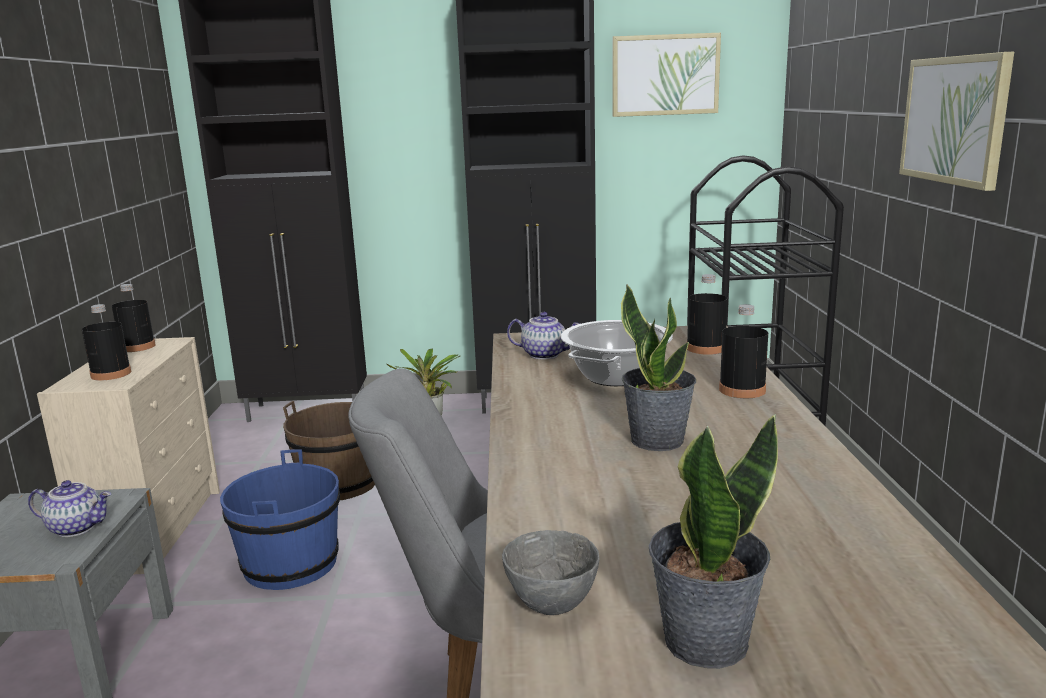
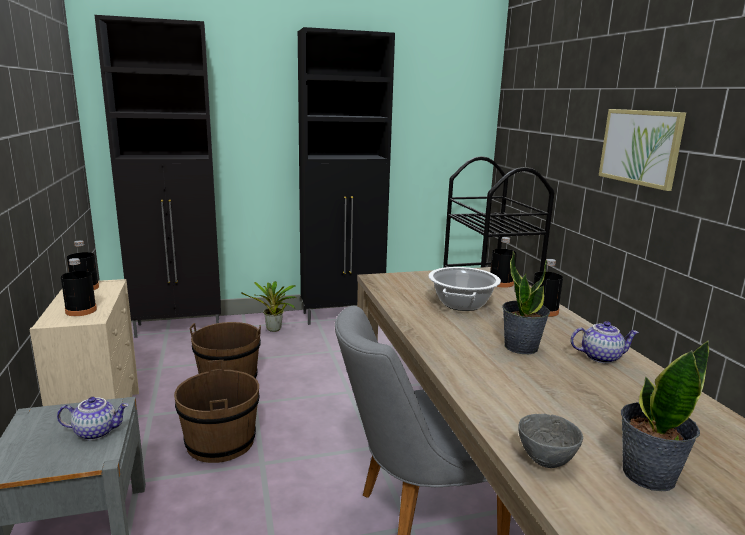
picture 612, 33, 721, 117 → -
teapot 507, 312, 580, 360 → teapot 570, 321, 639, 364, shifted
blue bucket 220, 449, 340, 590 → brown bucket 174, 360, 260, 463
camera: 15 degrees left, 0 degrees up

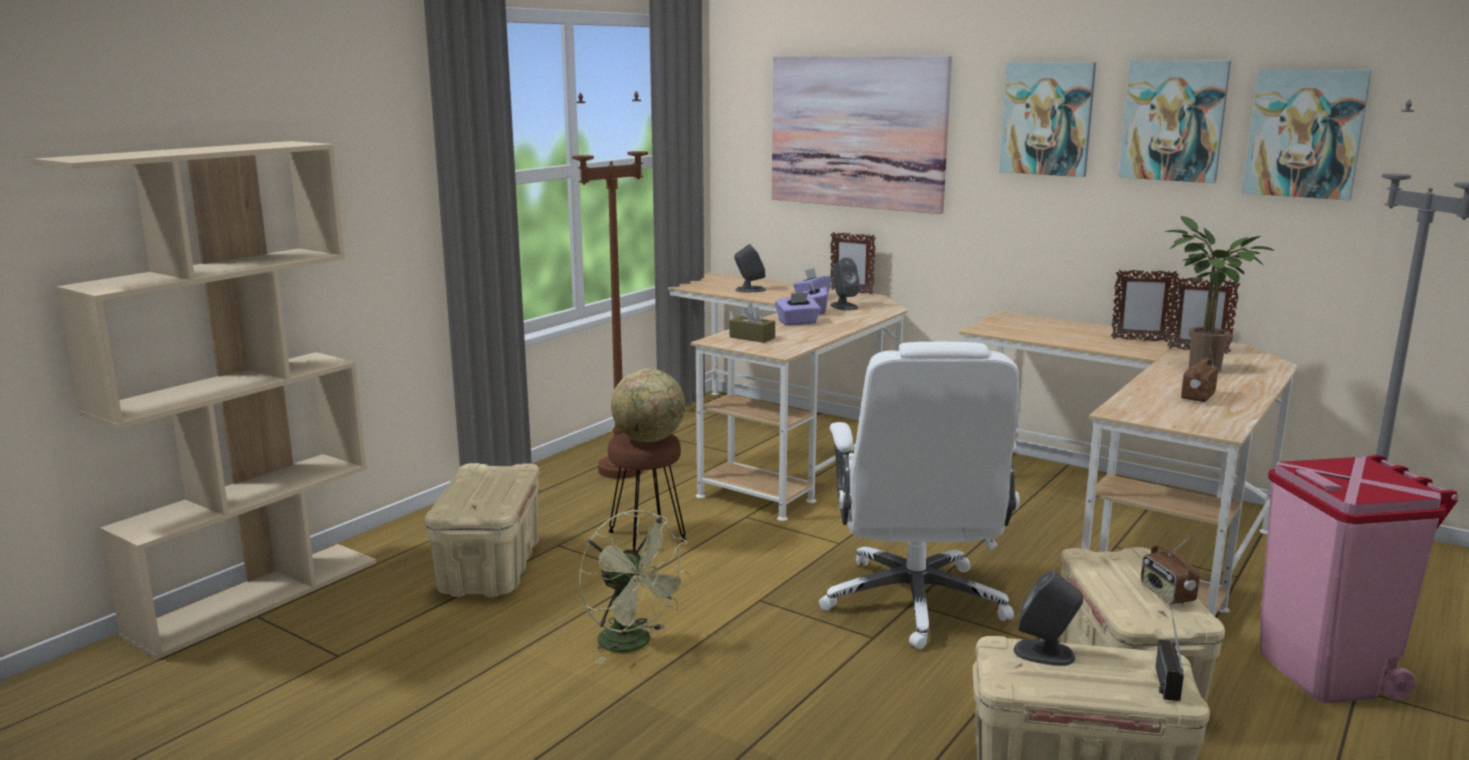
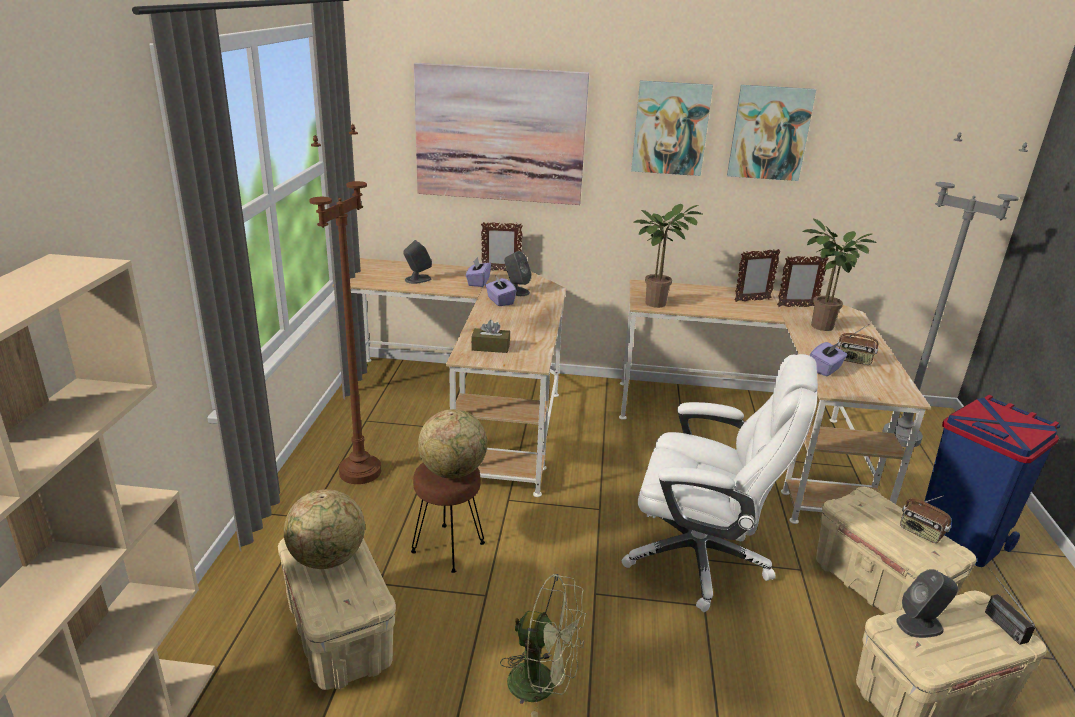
picture 1242, 70, 1372, 200 → -
purple tissue box 775, 293, 821, 326 → purple tissue box 810, 342, 847, 377, shifted
white office chair 819, 342, 1020, 649 → white office chair 622, 354, 818, 612, 45 degrees counterclockwise
radio 1181, 348, 1218, 403 → radio 837, 324, 879, 365, 75 degrees counterclockwise
pink trash can 1260, 455, 1458, 703 → blue trash can 924, 395, 1060, 567
- → potted plant 633, 204, 703, 308
- → globe 284, 489, 365, 569
camera: 30 degrees left, 10 degrees up

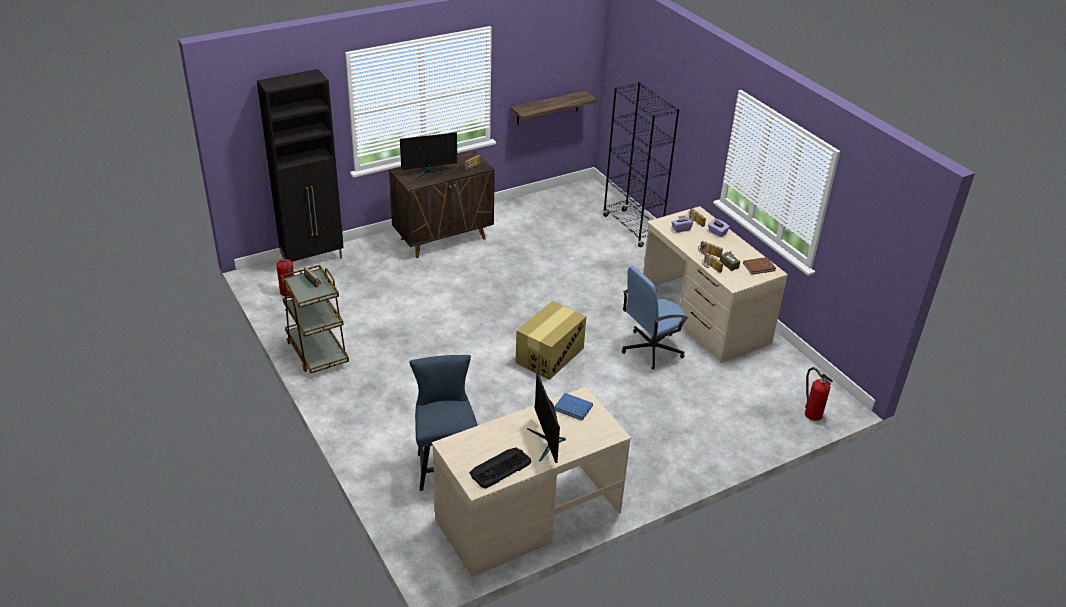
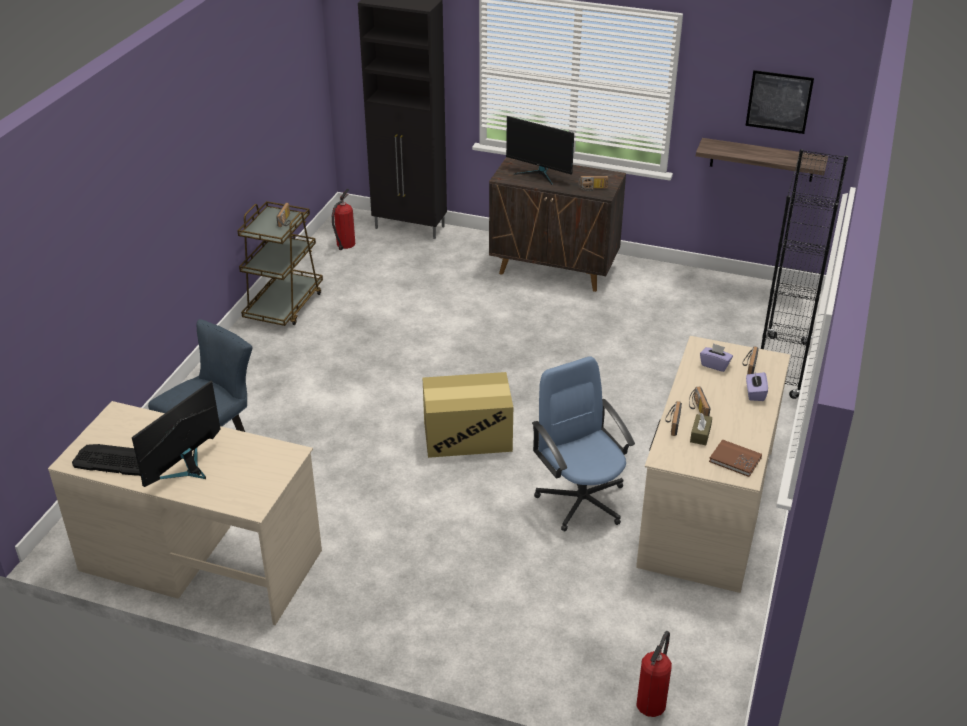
blue office chair 622, 266, 688, 370 → blue office chair 532, 356, 635, 532, 45 degrees clockwise
blue book 554, 393, 593, 421 → -
- → picture 745, 70, 814, 134
camera: 50 degrees right, 0 degrees up

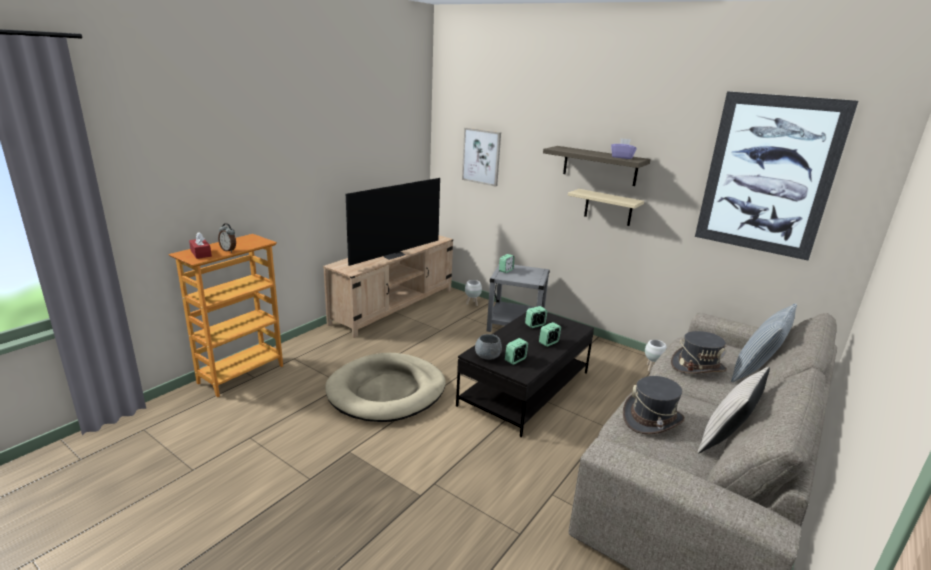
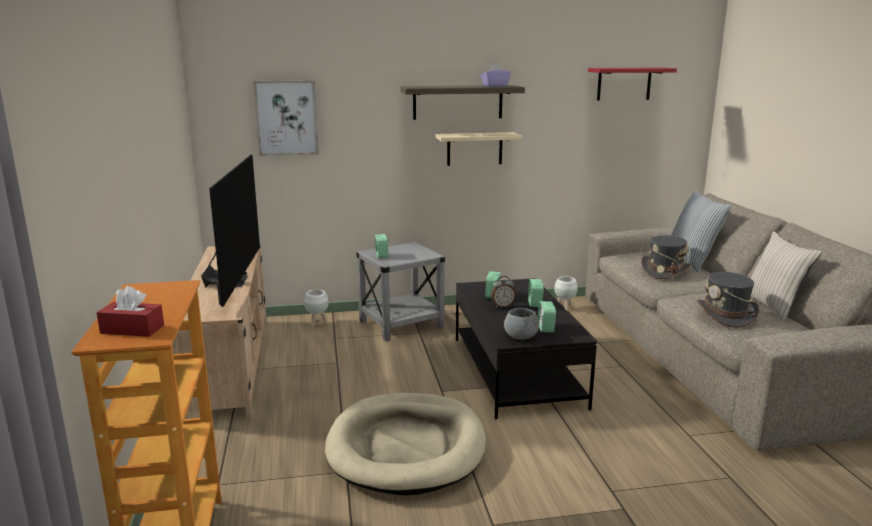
picture 695, 91, 858, 261 → red shelf 588, 68, 677, 100
alarm clock 218, 223, 236, 253 → alarm clock 491, 276, 516, 308, shifted
camera: 45 degrees left, 5 degrees down

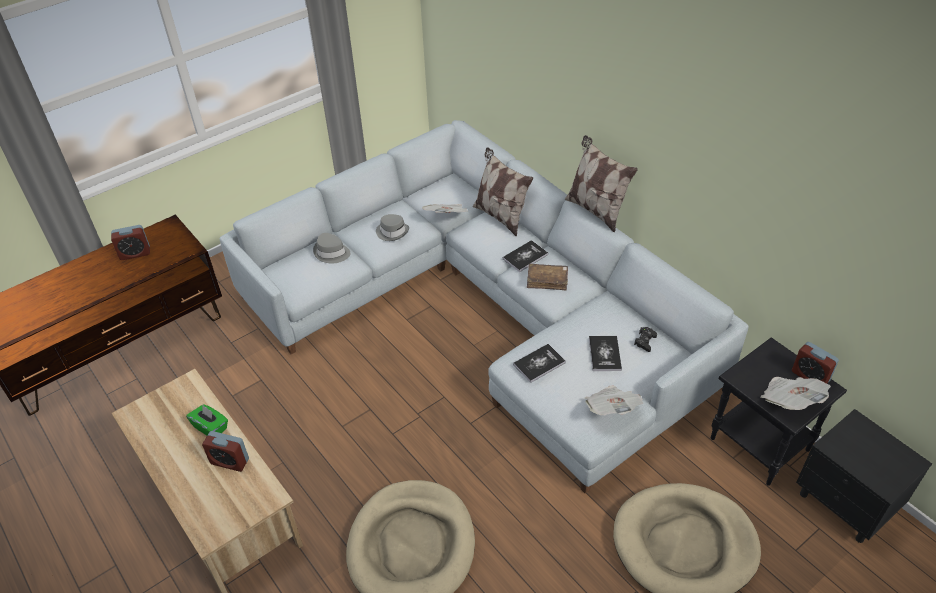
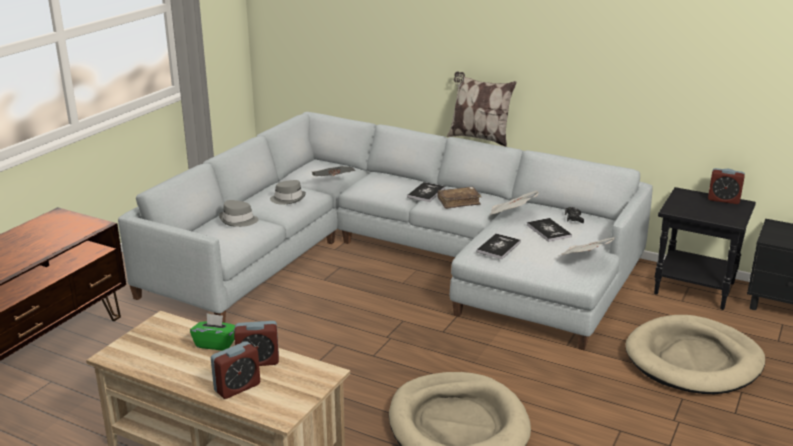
pillow 473, 147, 533, 237 → -
alarm clock 111, 225, 150, 260 → alarm clock 211, 342, 260, 399, shifted
newspaper 761, 377, 831, 410 → newspaper 490, 190, 539, 215, shifted
camera: 25 degrees left, 20 degrees down

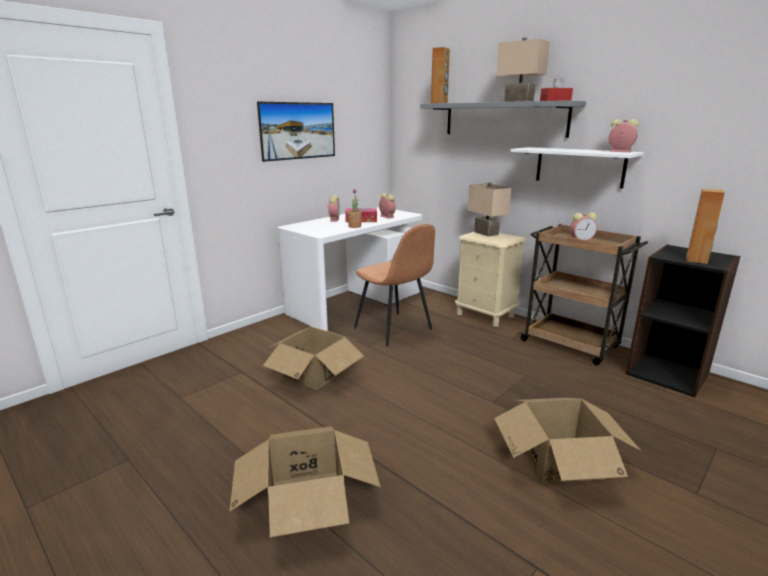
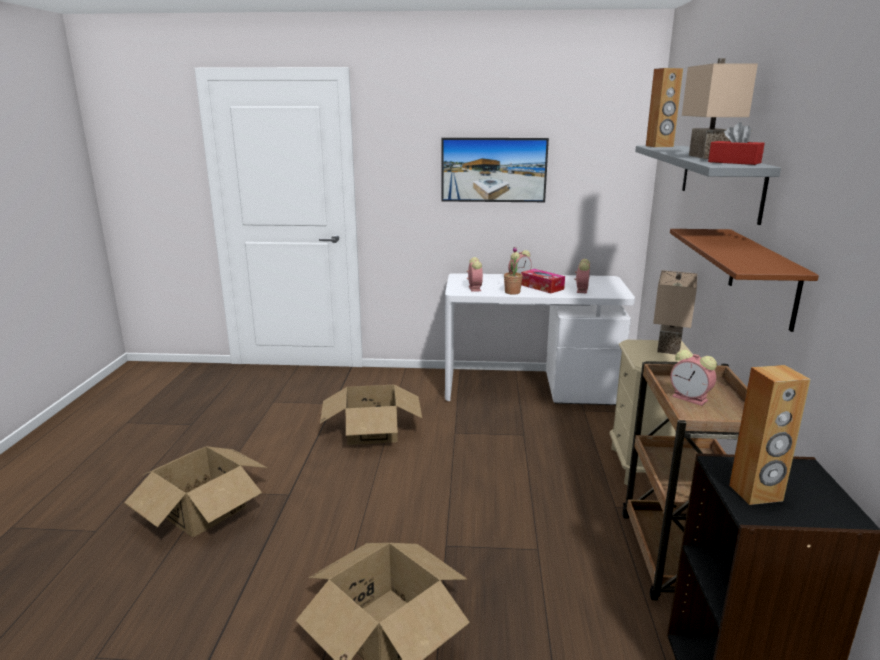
alarm clock 609, 119, 639, 152 → alarm clock 467, 257, 483, 292, shifted
white shelf 510, 147, 644, 189 → brown shelf 670, 229, 819, 332
brown chair 354, 224, 435, 346 → -
camera: 50 degrees right, 0 degrees up

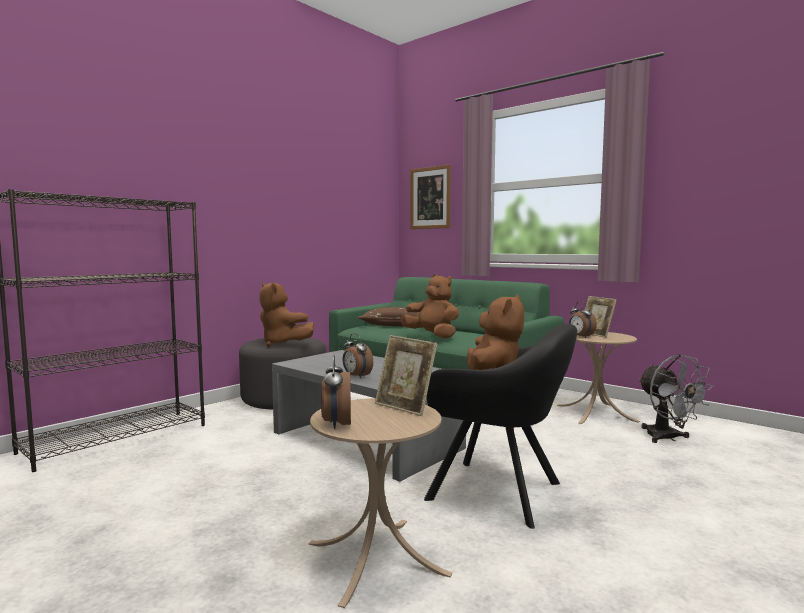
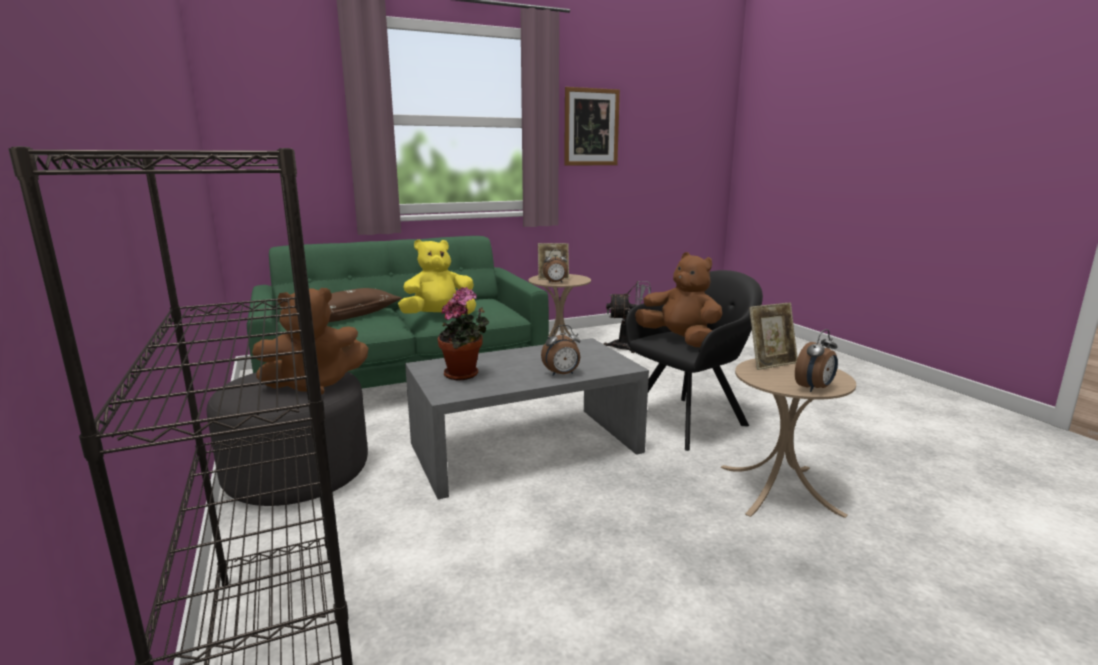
picture 410, 164, 451, 229 → picture 564, 87, 620, 166, shifted
brown plush toy 401, 274, 459, 339 → yellow plush toy 398, 239, 476, 315
alarm clock 321, 354, 351, 429 → alarm clock 795, 329, 838, 392, 60 degrees counterclockwise
- → potted plant 438, 287, 489, 381
camera: 65 degrees left, 10 degrees up

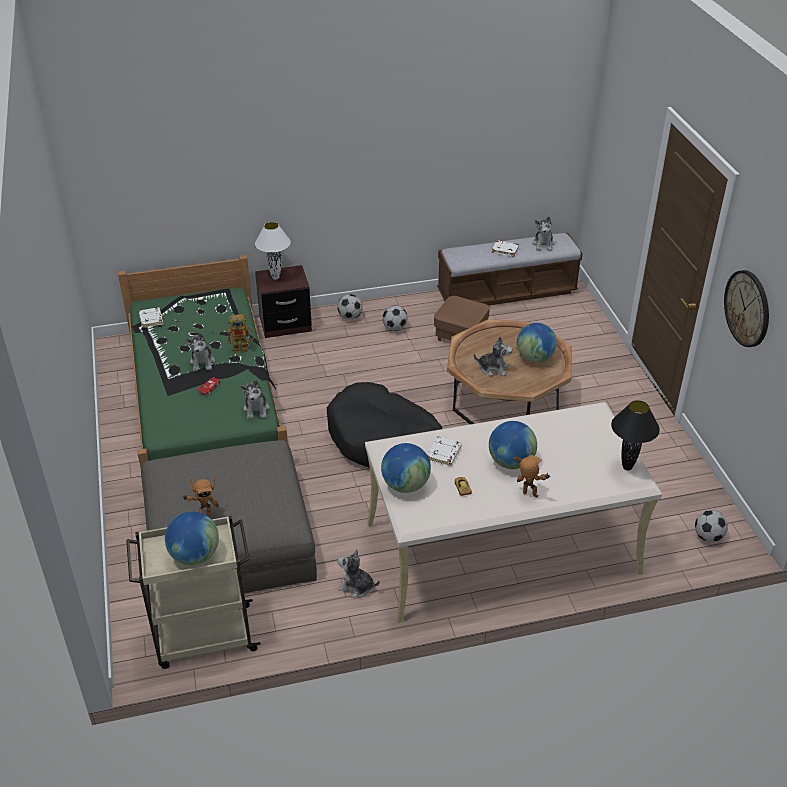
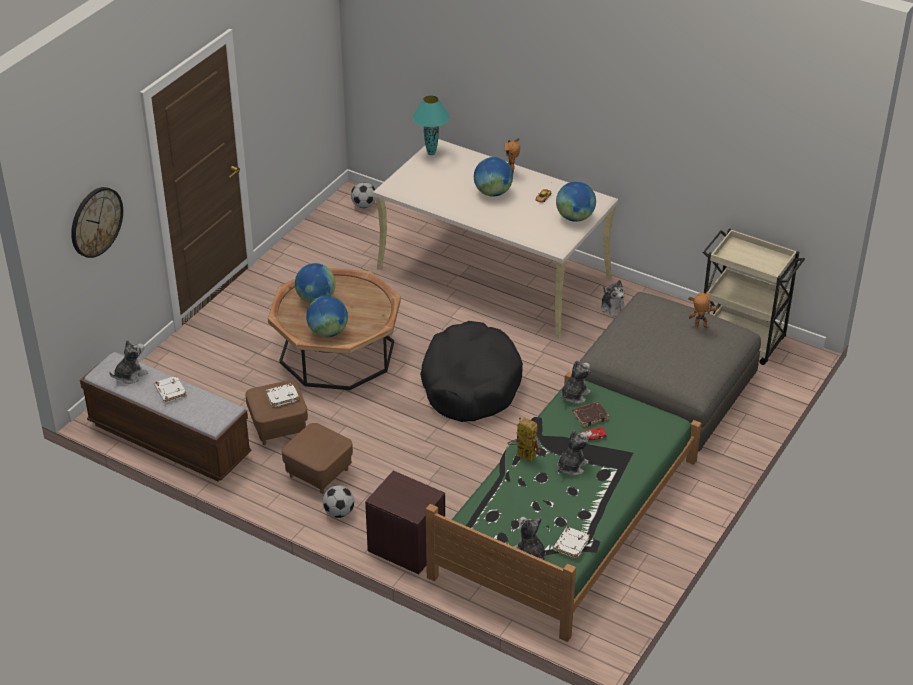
white table lamp 255, 222, 291, 280 → -
wall clock 724, 270, 769, 347 → wall clock 71, 187, 123, 258, shifted
football 382, 305, 408, 331 → brown ottoman 282, 423, 353, 494
plush toy 474, 337, 512, 376 → plush toy 513, 517, 546, 560, shifted
black table lamp 611, 401, 660, 470 → turquoise table lamp 413, 95, 450, 155
white book 427, 436, 462, 466 → white book 265, 383, 299, 407, shifted
globe 165, 511, 219, 565 → globe 306, 296, 348, 337, shifted
- → brown book 573, 402, 609, 427
camera: 135 degrees left, 0 degrees up

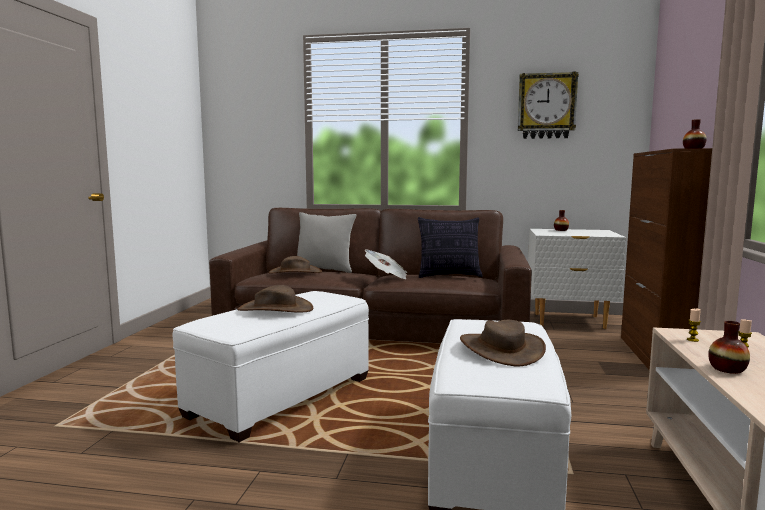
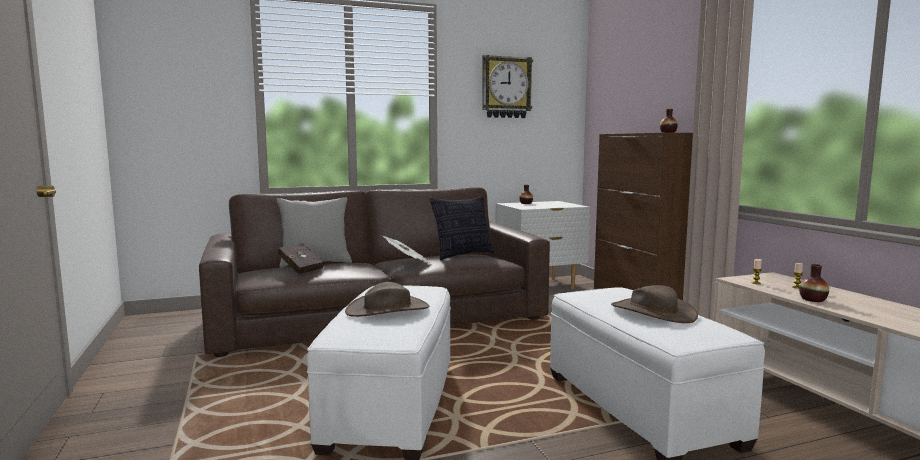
brown hat 268, 256, 322, 274 → red book 278, 243, 324, 274
camera: 30 degrees left, 0 degrees up

